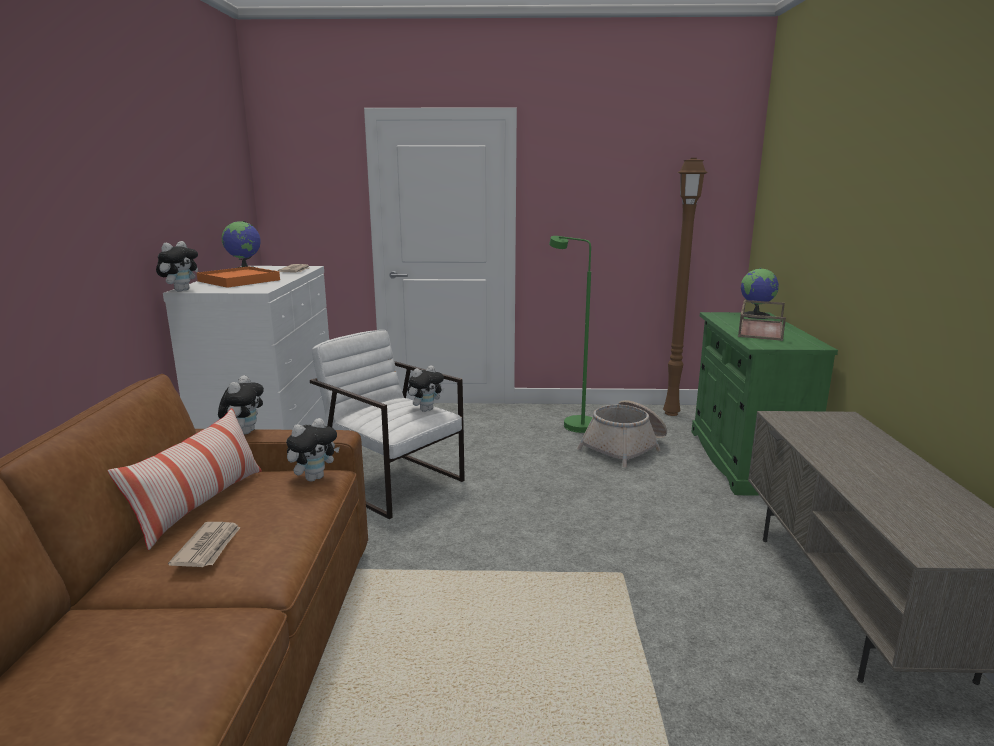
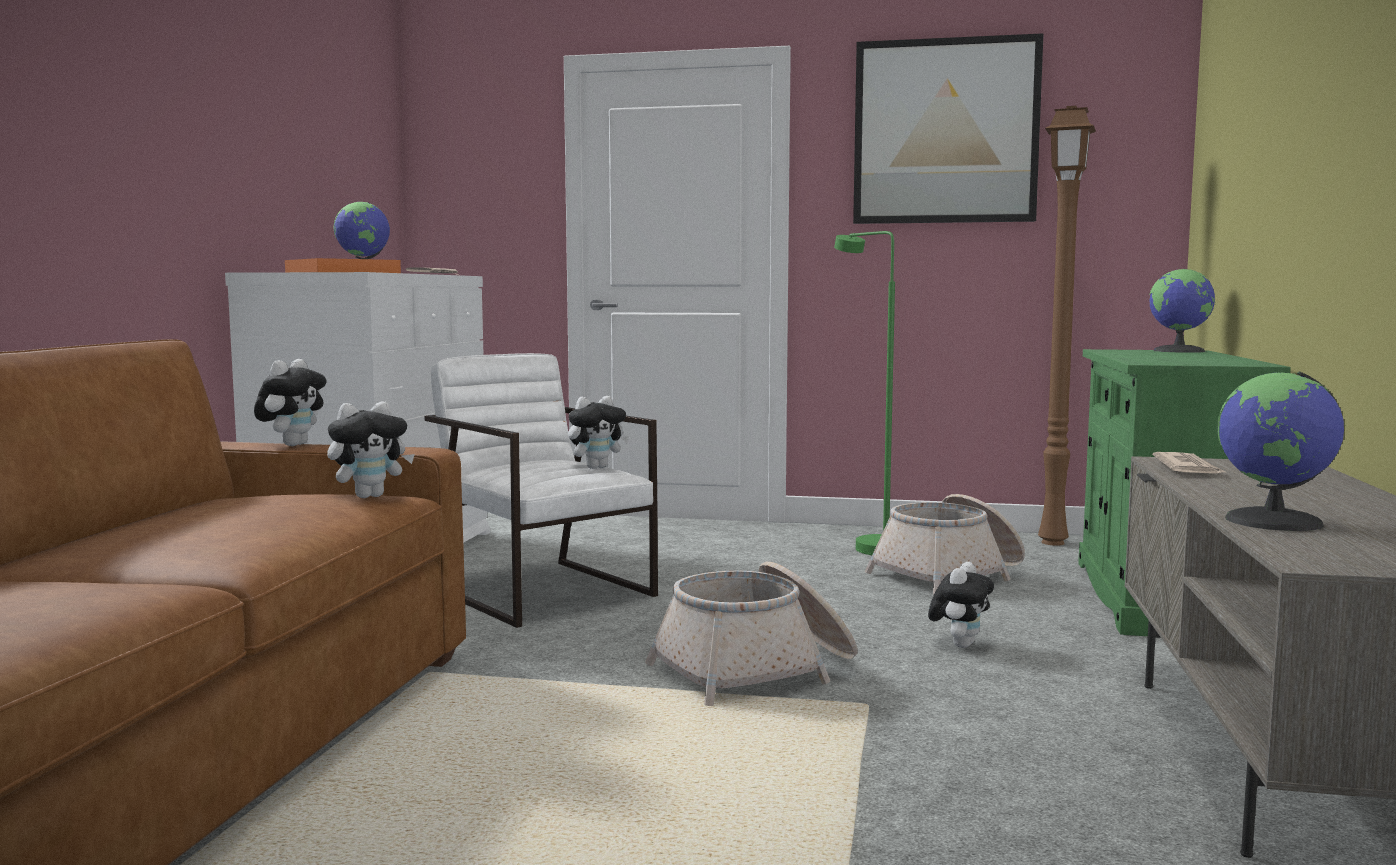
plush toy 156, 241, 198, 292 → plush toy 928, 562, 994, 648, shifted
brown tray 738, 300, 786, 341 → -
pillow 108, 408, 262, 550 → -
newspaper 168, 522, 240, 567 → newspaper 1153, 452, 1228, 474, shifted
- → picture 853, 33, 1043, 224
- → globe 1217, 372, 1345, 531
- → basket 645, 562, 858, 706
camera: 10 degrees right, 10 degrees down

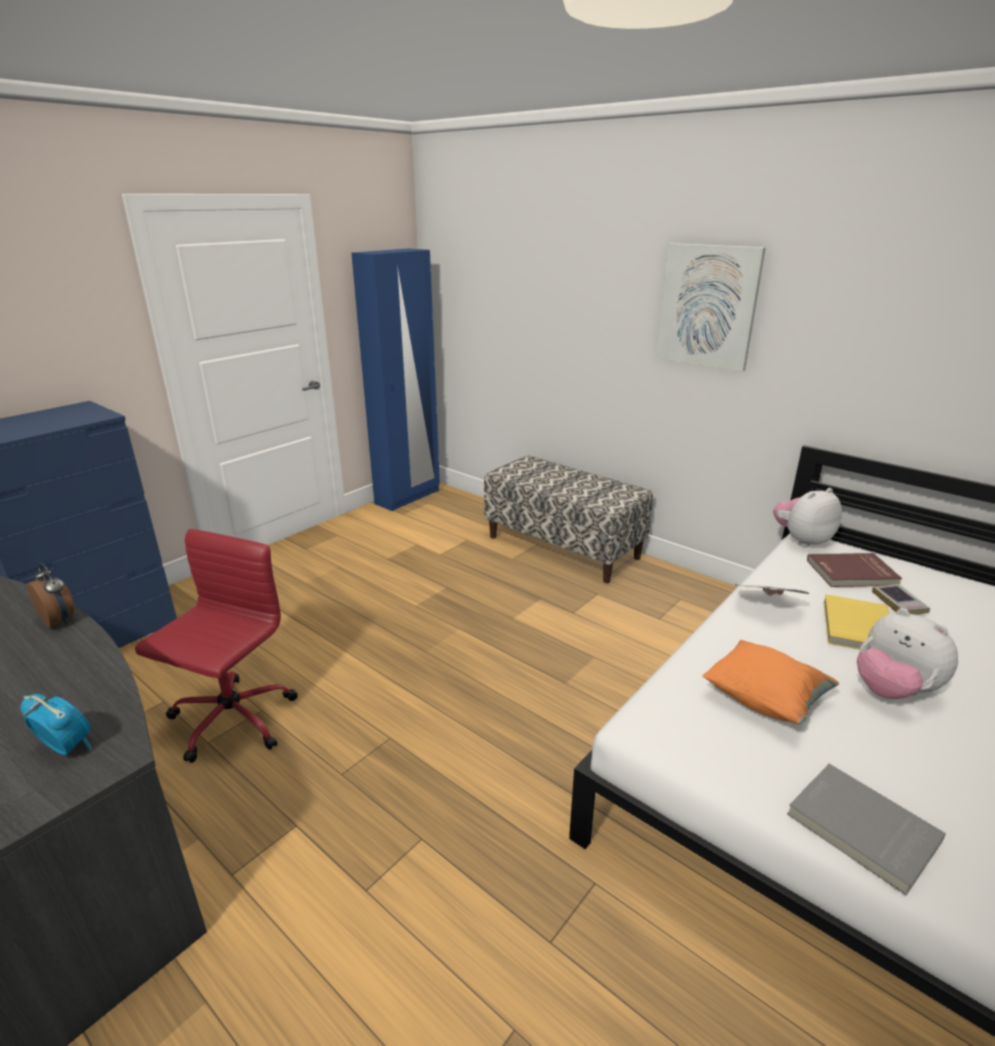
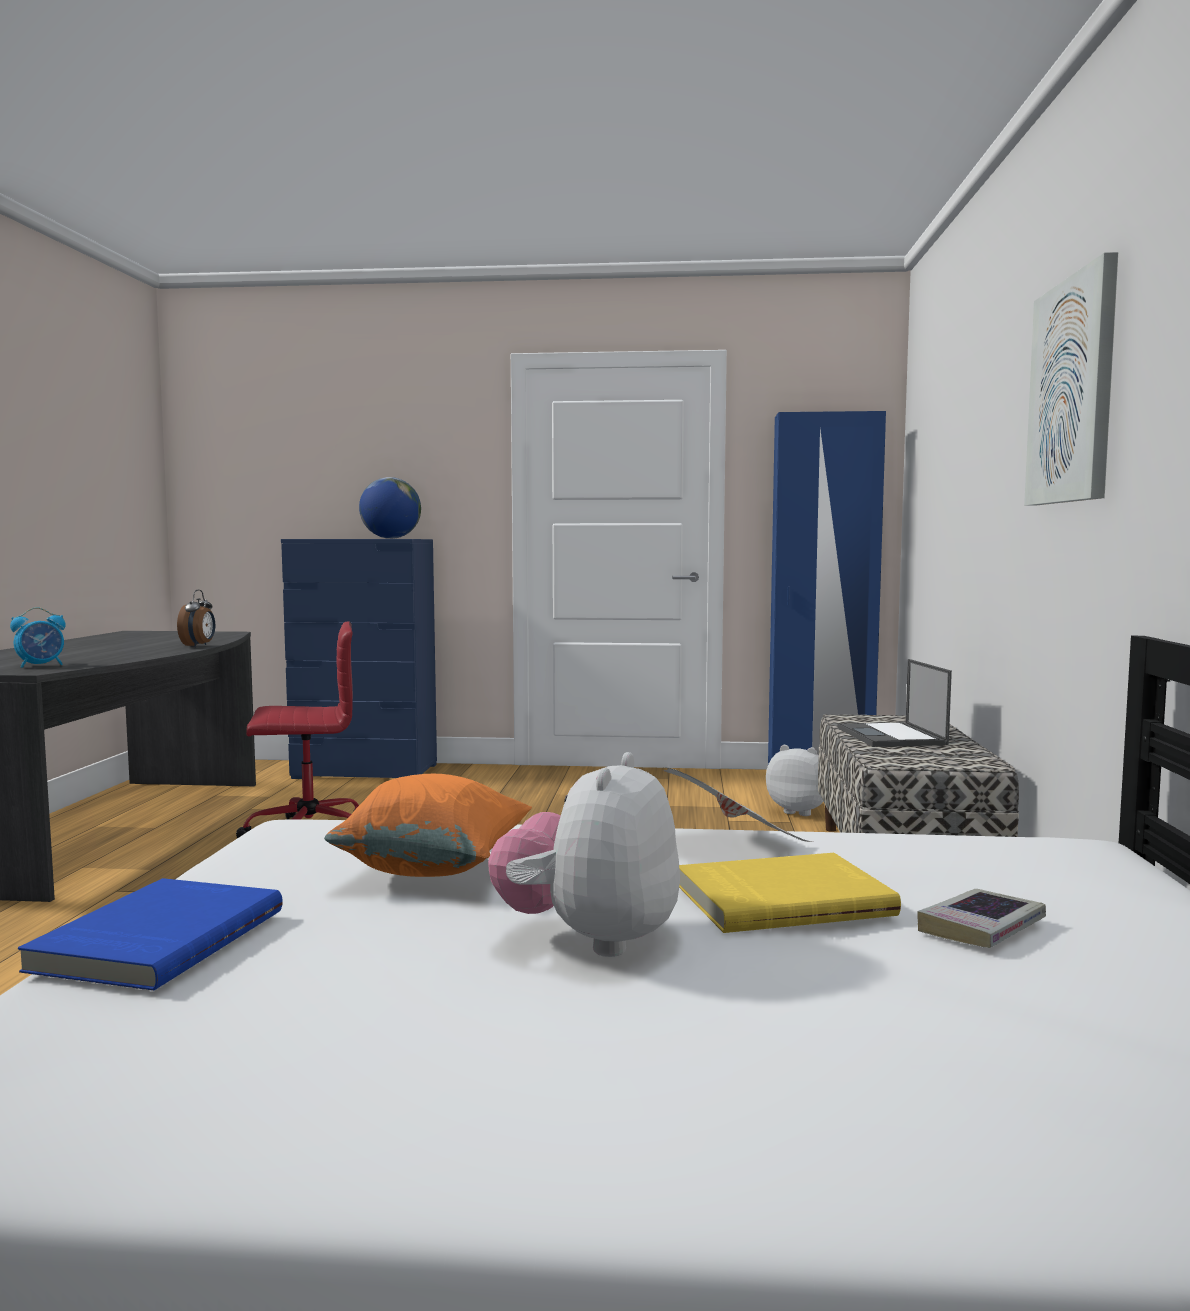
plush toy 773, 488, 842, 547 → plush toy 766, 745, 824, 816, shifted
red book 807, 553, 902, 587 → -
alarm clock 21, 694, 92, 755 → alarm clock 10, 607, 66, 668, 60 degrees clockwise
grey book 787, 764, 946, 895 → blue book 18, 878, 283, 991
- → globe 359, 477, 421, 539
- → laptop 837, 659, 952, 747
camera: 55 degrees right, 20 degrees down

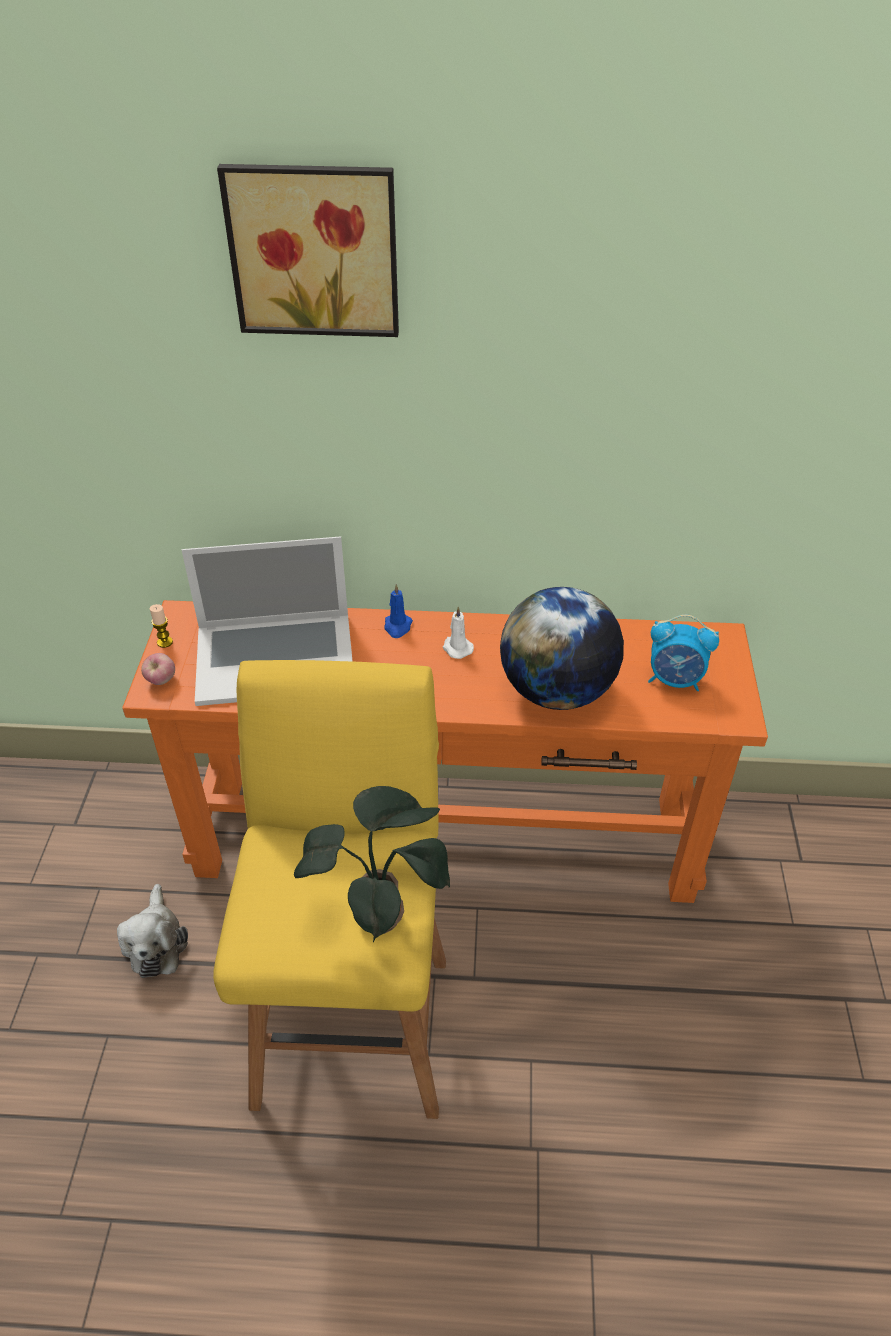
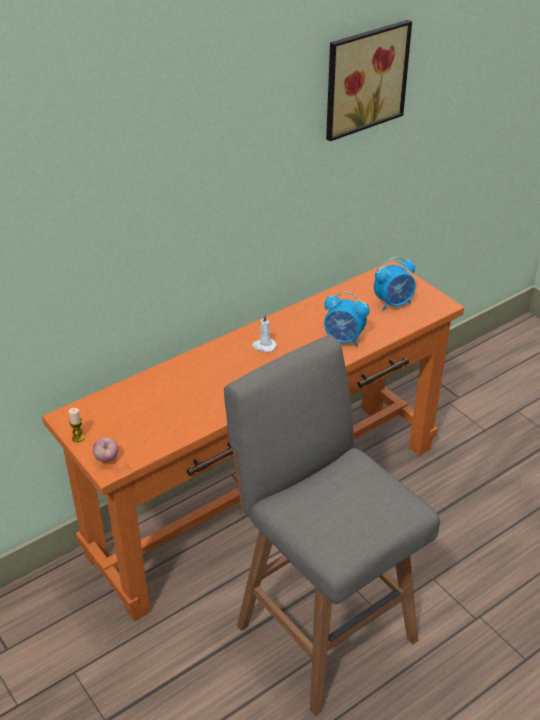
picture 217, 164, 399, 337 → picture 326, 20, 412, 141, shifted
laptop 182, 536, 353, 706 → -
blue candle 384, 584, 413, 638 → -
globe 500, 587, 624, 710 → alarm clock 324, 291, 369, 347
yellow stool 213, 660, 446, 1119 → grey stool 224, 335, 440, 715
potted plant 294, 786, 450, 942 → -
plush toy 117, 884, 188, 978 → -
camera: 40 degrees left, 5 degrees down

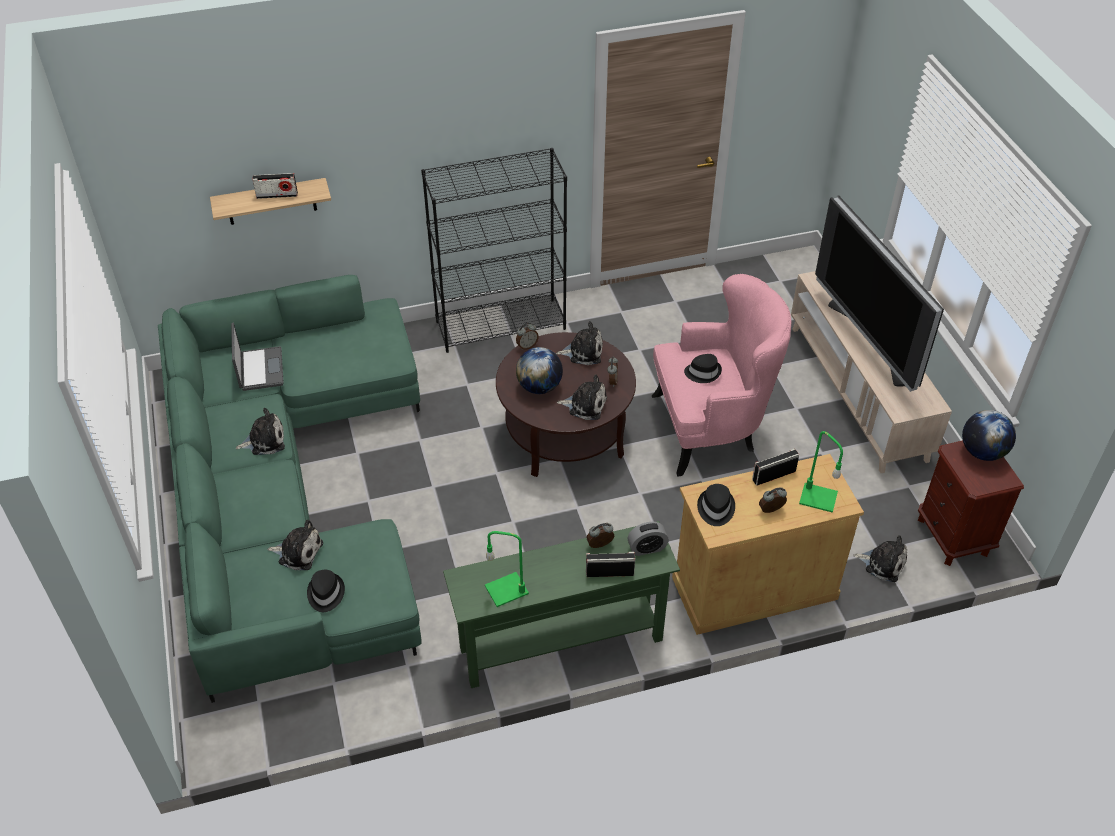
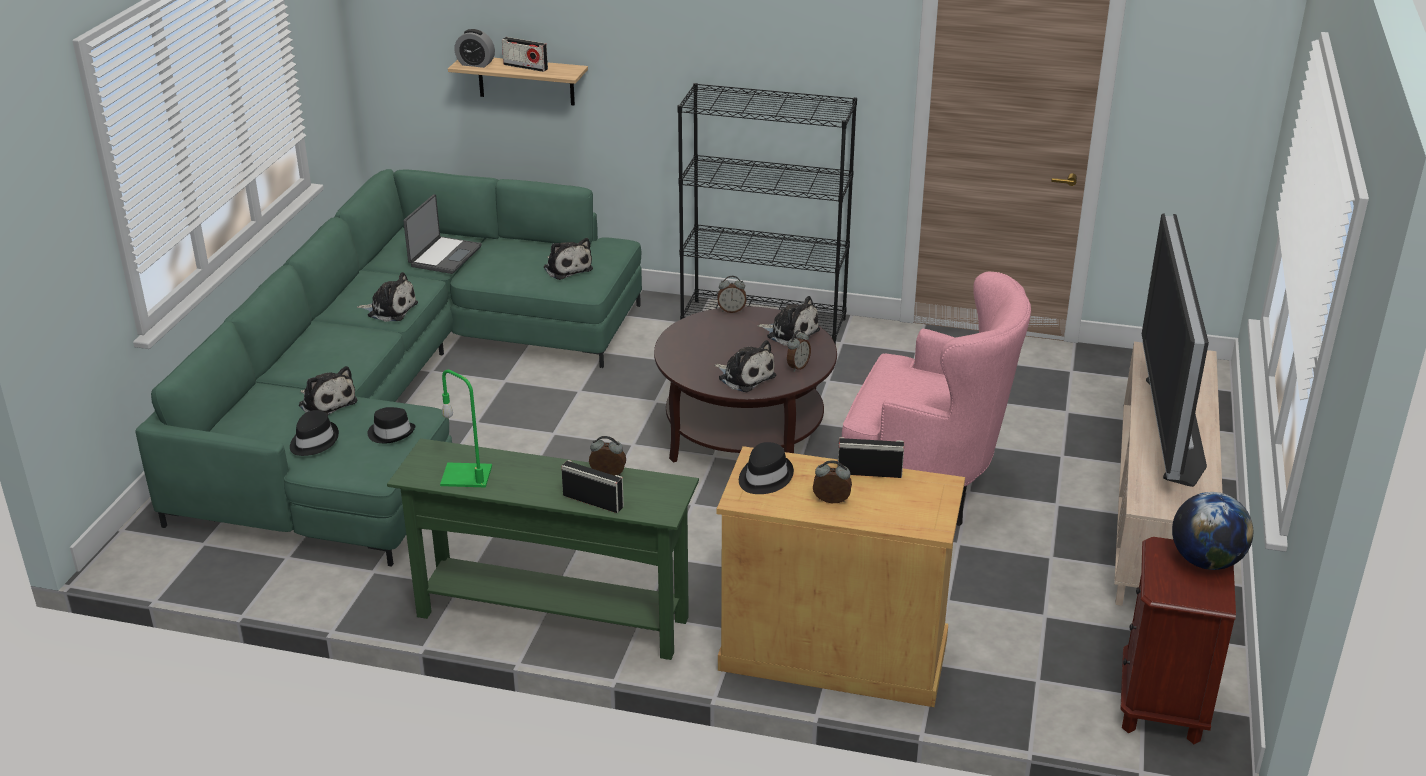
globe 516, 347, 563, 394 → -
black hat 684, 354, 722, 383 → black hat 368, 407, 415, 443, shifted
green table lamp 799, 431, 843, 513 → -
alarm clock 628, 522, 669, 556 → alarm clock 454, 29, 495, 68, shifted
plush toy 853, 535, 907, 582 → plush toy 543, 238, 593, 280, shifted
camera: 30 degrees right, 15 degrees down

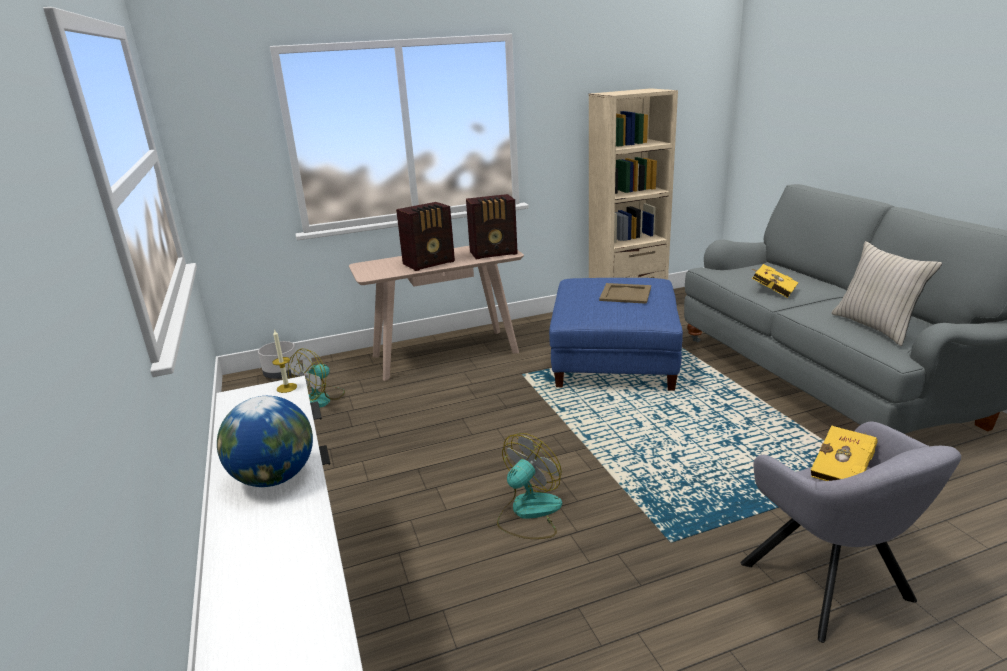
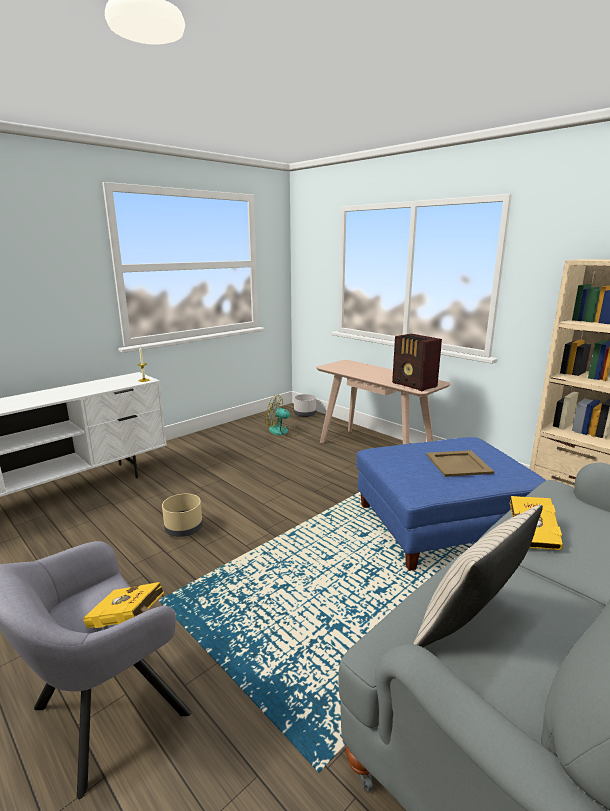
radio 396, 202, 455, 271 → -
globe 217, 396, 313, 487 → -
fan 497, 433, 562, 539 → beige planter 162, 494, 203, 537
camera: 65 degrees right, 5 degrees down

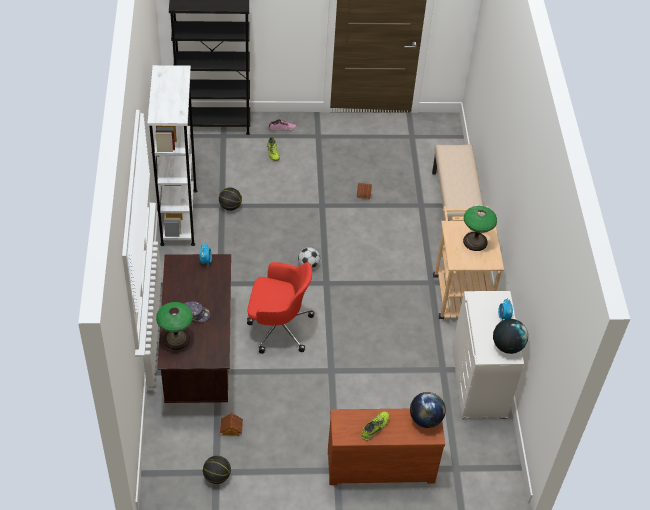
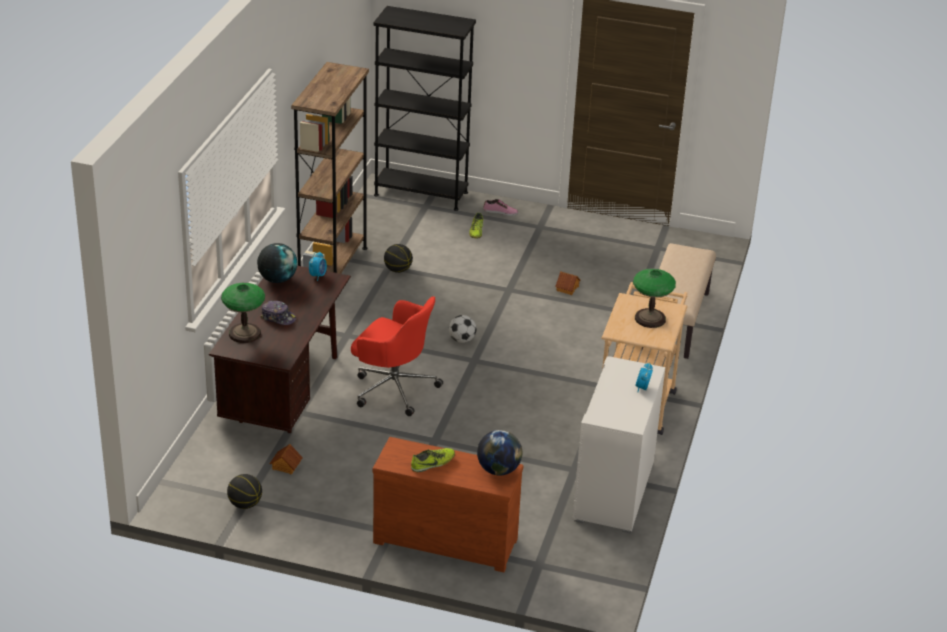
white bookcase 147, 65, 197, 246 → brown bookcase 291, 62, 369, 274
globe 493, 319, 528, 354 → globe 257, 243, 297, 283, shifted
camera: 20 degrees right, 15 degrees down

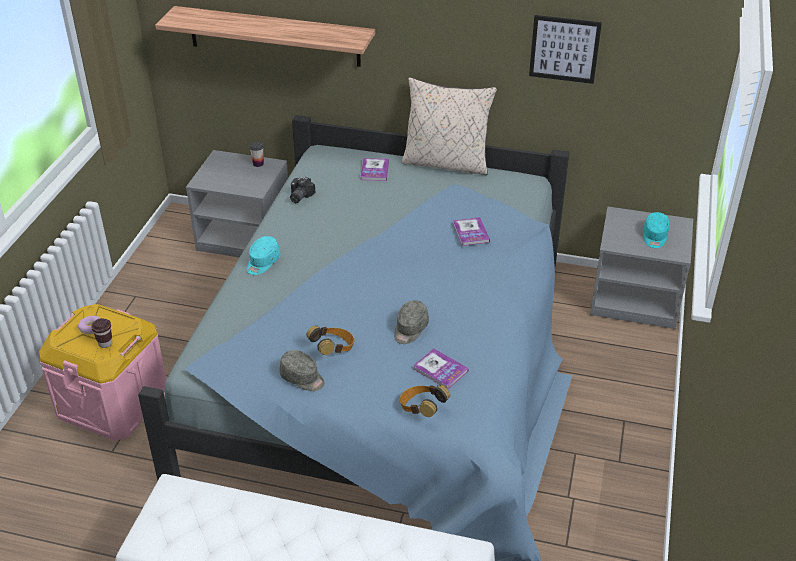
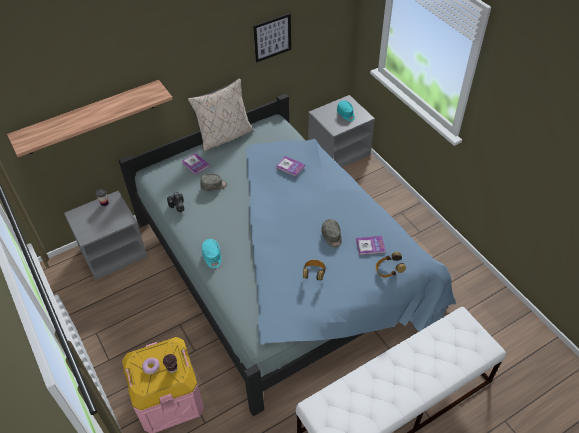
grey cap 280, 350, 325, 391 → grey cap 200, 174, 227, 191, shifted
camera: 45 degrees left, 10 degrees up

